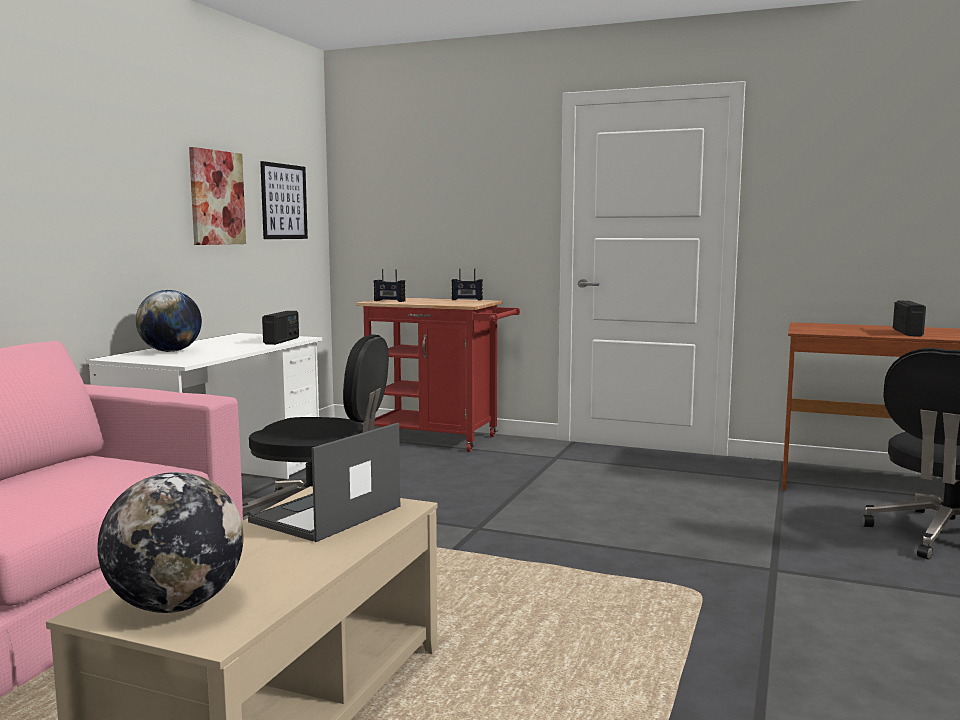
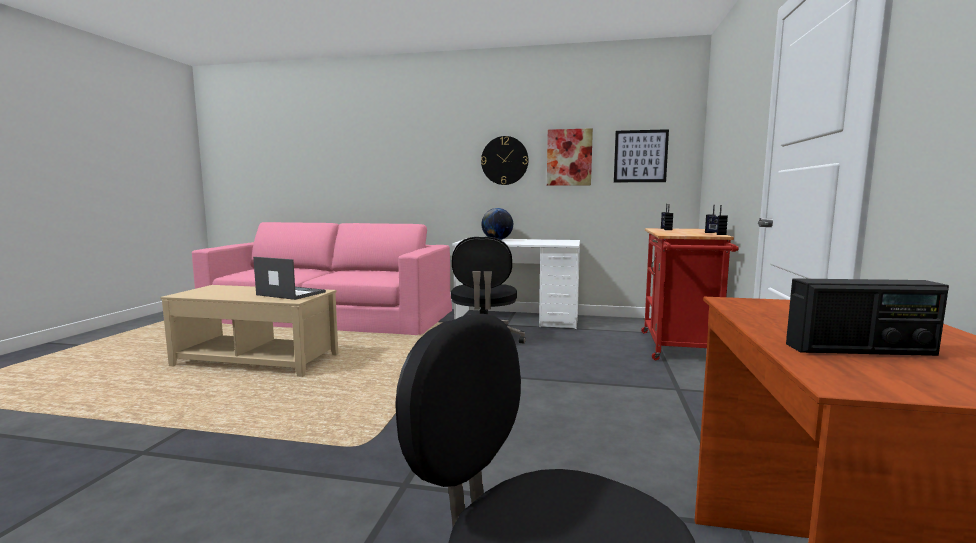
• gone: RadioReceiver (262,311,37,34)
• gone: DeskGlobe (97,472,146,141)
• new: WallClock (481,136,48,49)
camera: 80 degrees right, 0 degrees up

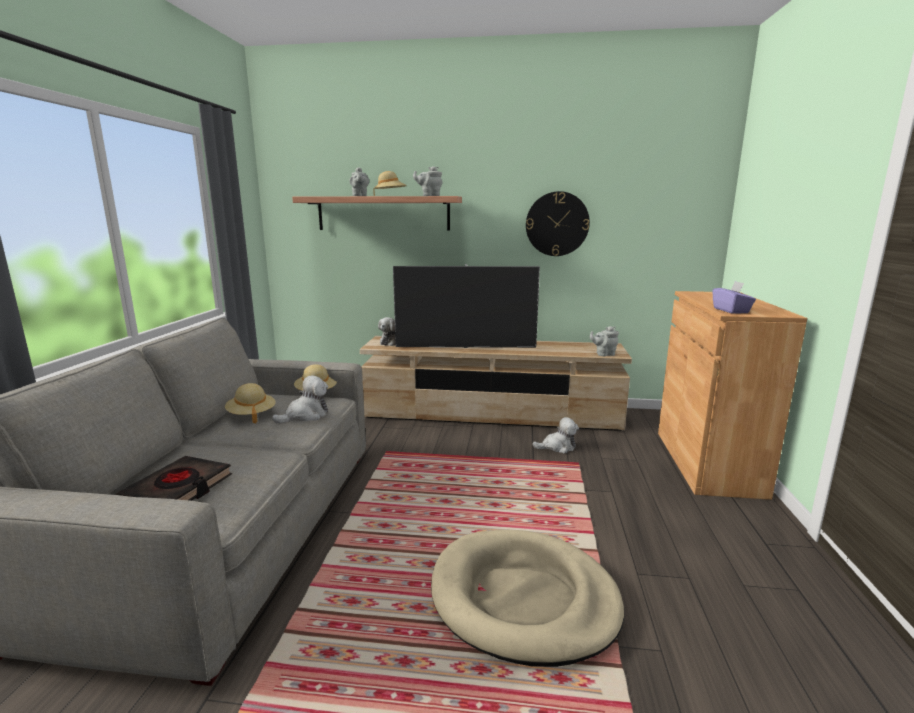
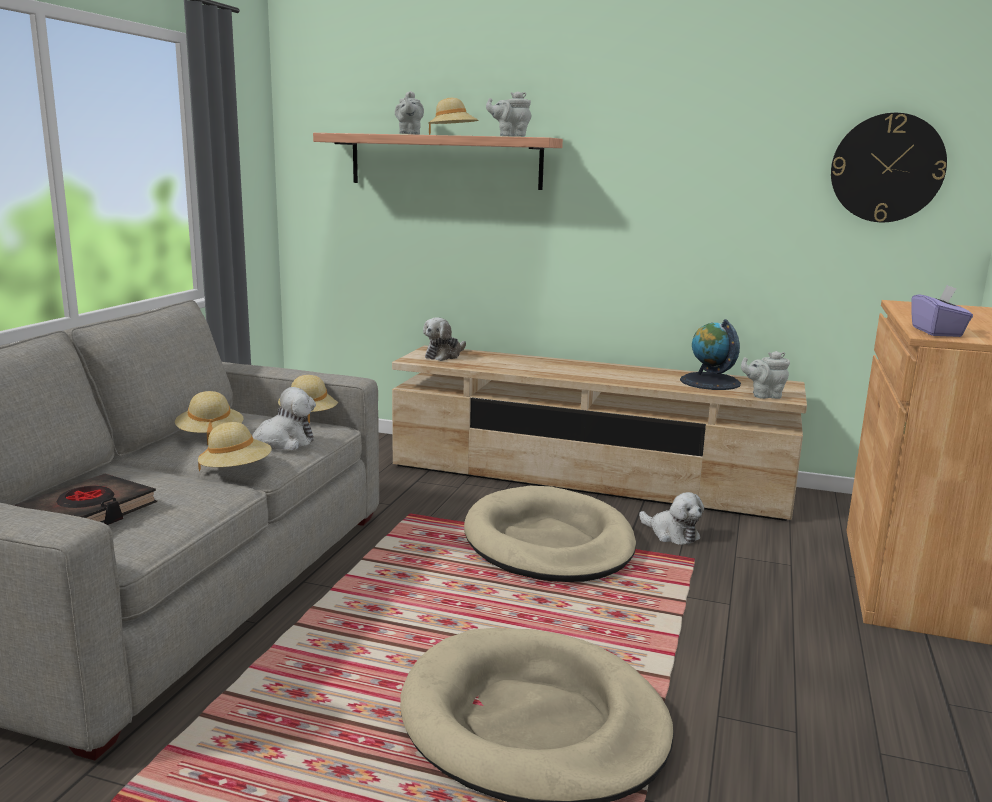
• shifted: WallClock (526,191,64,65) to (831,113,116,109)
• gone: Television (393,264,147,84)
• rotated: CuddlyToy (532,417,47,36) = (639,492,65,53) 45 degrees clockwise
• new: DeskGlobe (680,319,61,71)
• new: BeigeClothingHat (198,422,74,49)
• new: BeigePetBed (464,486,172,96)
camera: 10 degrees right, 0 degrees up

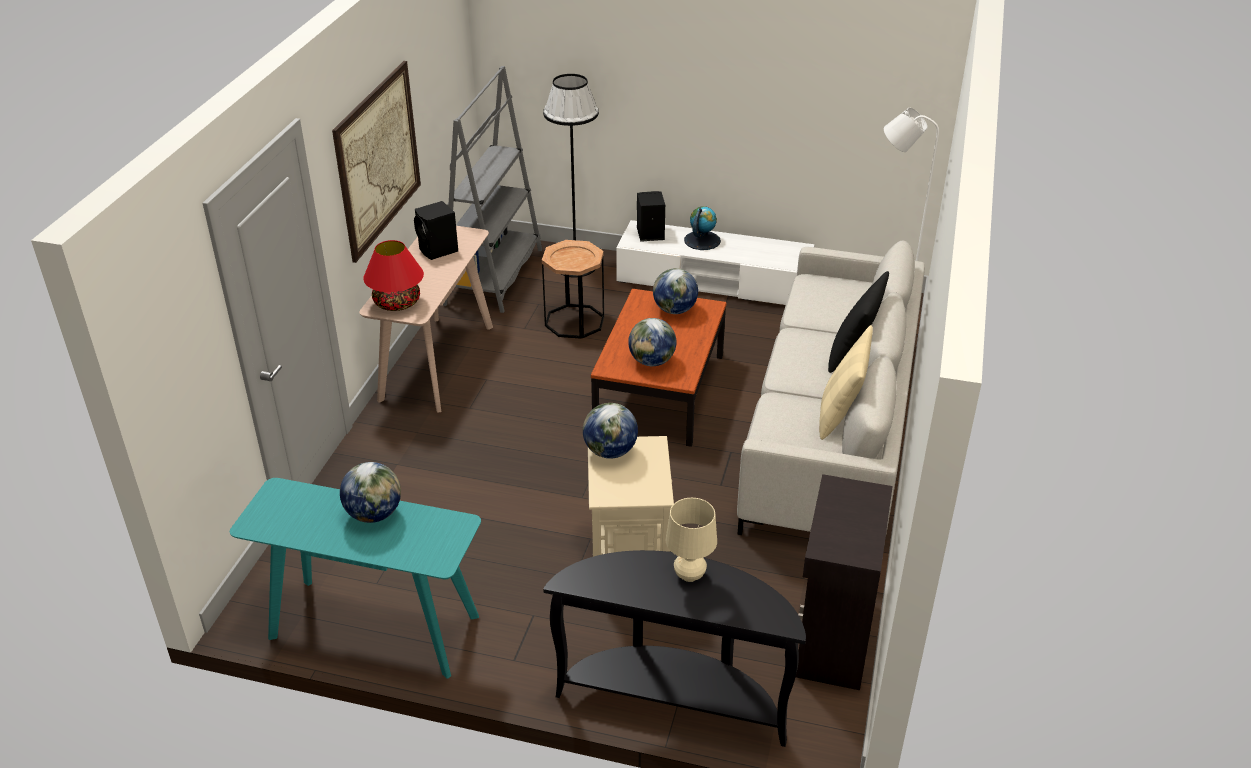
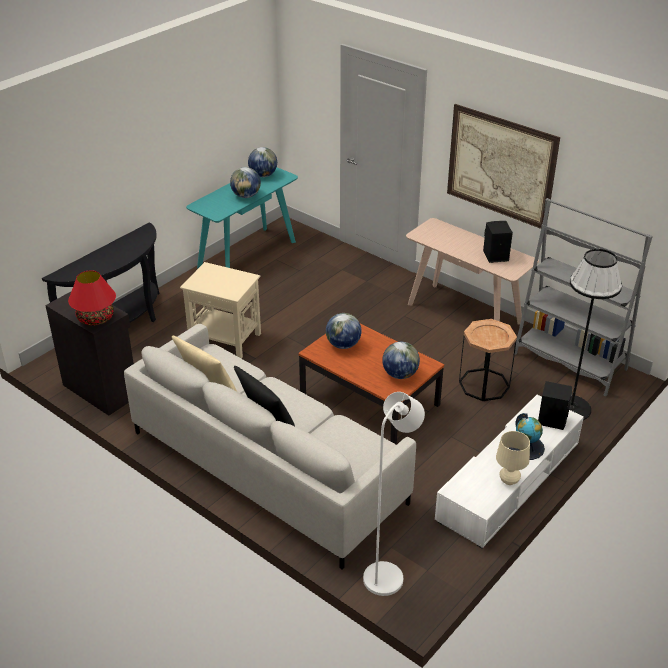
• shifted: RedTabletopLamp (363,240,61,71) to (68,270,48,56)
• shifted: DeskGlobe (583,403,55,56) to (248,147,29,30)
• shifted: BeigeTabletopLamp (665,498,52,84) to (496,431,34,54)
camera: 115 degrees right, 0 degrees up

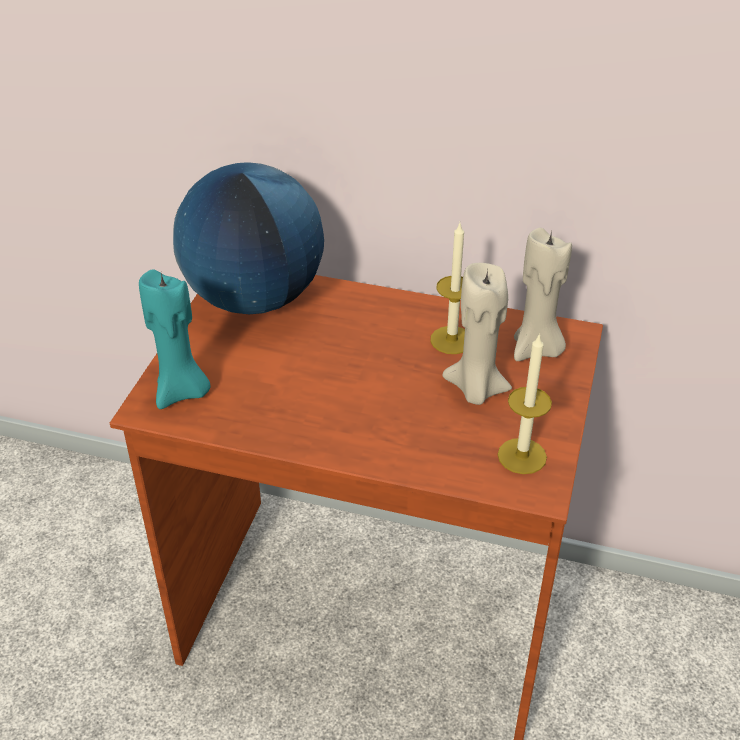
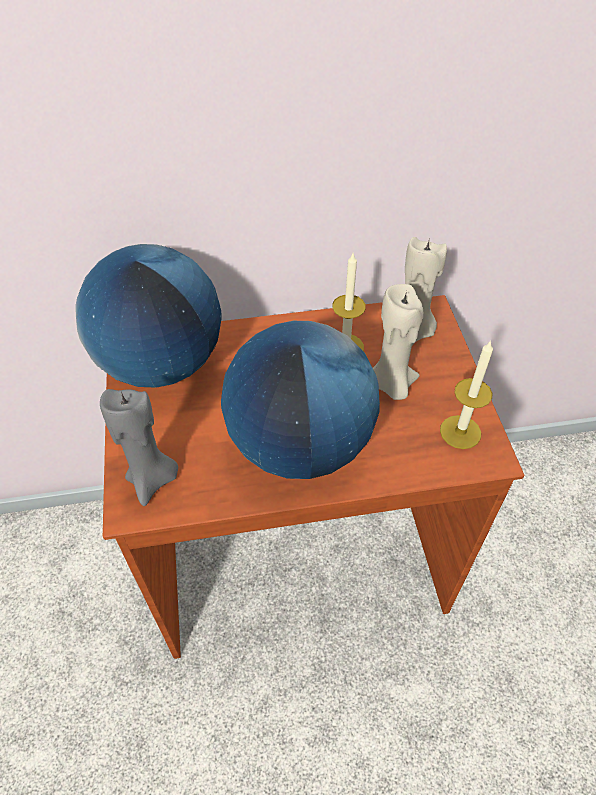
• repainted: BlueGreenCandle (139,269,72,140) to GreyCandle (100,389,78,117)
• new: DeskGlobe (221,321,159,158)
camera: 25 degrees left, 10 degrees up

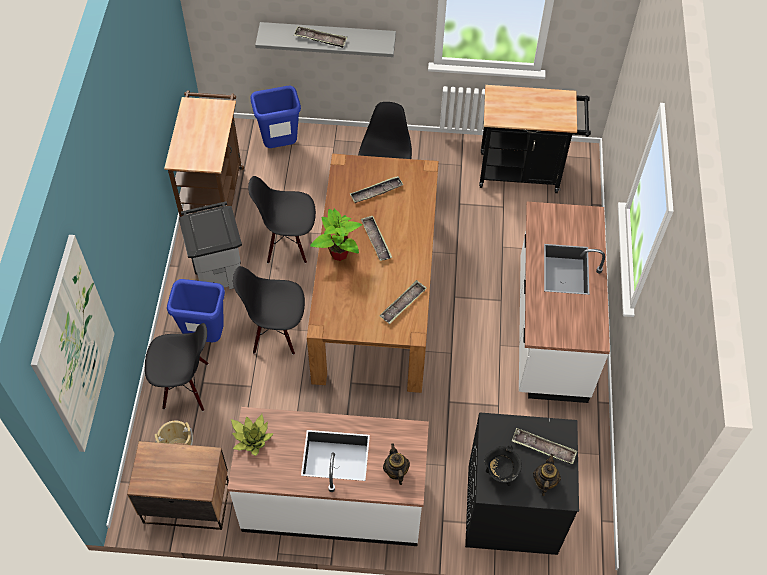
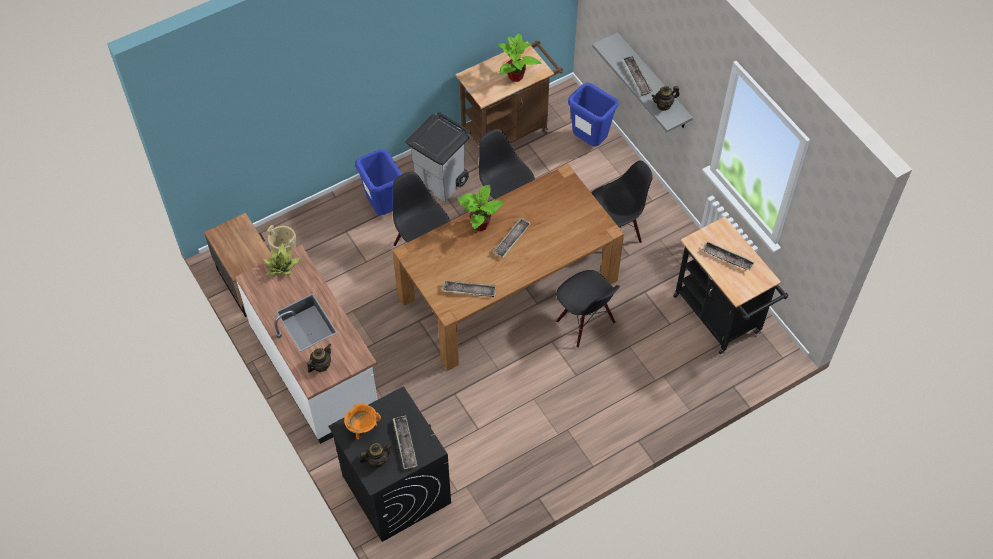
• shifted: Tray (350,176,54,27) to (702,241,52,29)
• gone: WhitishCounter (519,202,91,201)
• gone: WallArt (31,235,84,217)
• shifted: BlackColouredPlainChair (145,323,64,88) to (556,270,64,78)
• repainted: BlackColouredSaucepot (484,445,38,41) to OrangeySaucepot (344,403,37,37)
• new: PlantInAPot (498,33,43,49)
• new: PotForTea (652,86,28,25)
camera: 55 degrees right, 0 degrees up

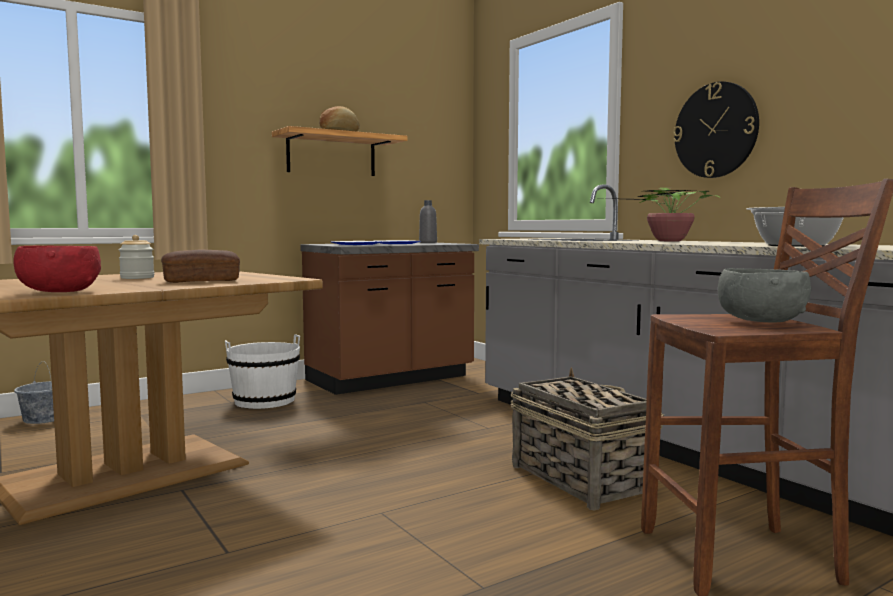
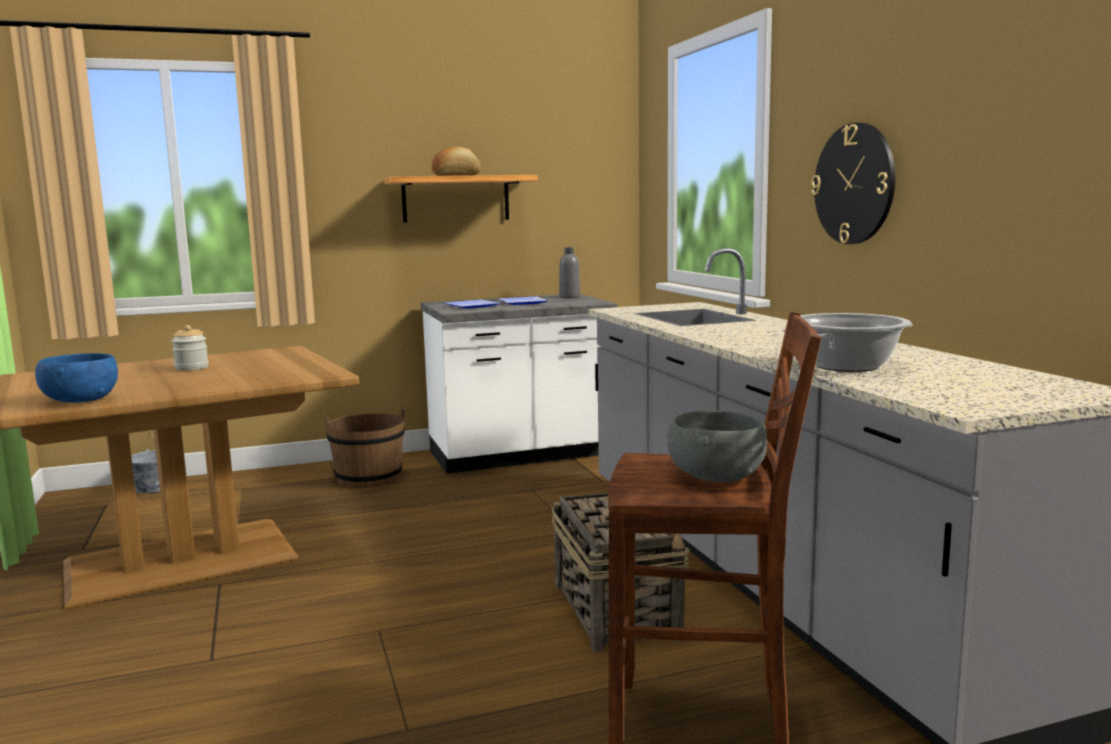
• gone: PlantInAPot (601,188,120,53)
• repainted: BrownCounter (300,242,179,153) to WhitishCounter (421,294,197,180)
• repainted: RedServingBowl (14,246,87,46) to BluishServingBowl (35,353,83,50)
• gone: BakeryBread (161,249,79,34)
• repainted: WhitishBucket (225,334,75,75) to BrownBucket (324,407,81,81)
camera: 15 degrees right, 5 degrees up

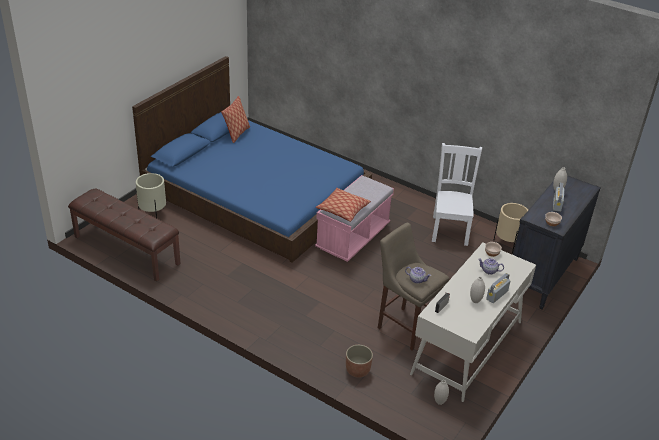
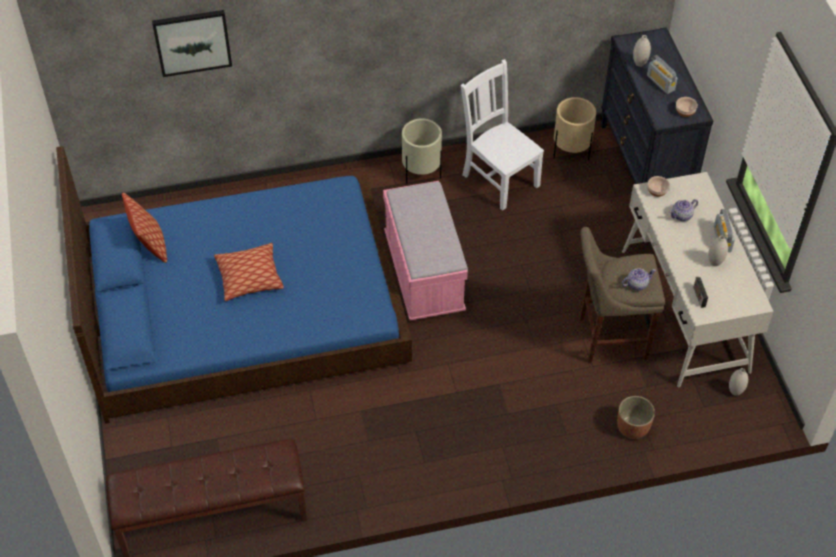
• shifted: BeigeFlowerPot (136,173,30,45) to (402,118,40,66)
• shifted: Cushion (316,188,55,34) to (214,243,70,58)
• new: WallArt (152,10,80,67)
camera: 45 degrees left, 15 degrees up

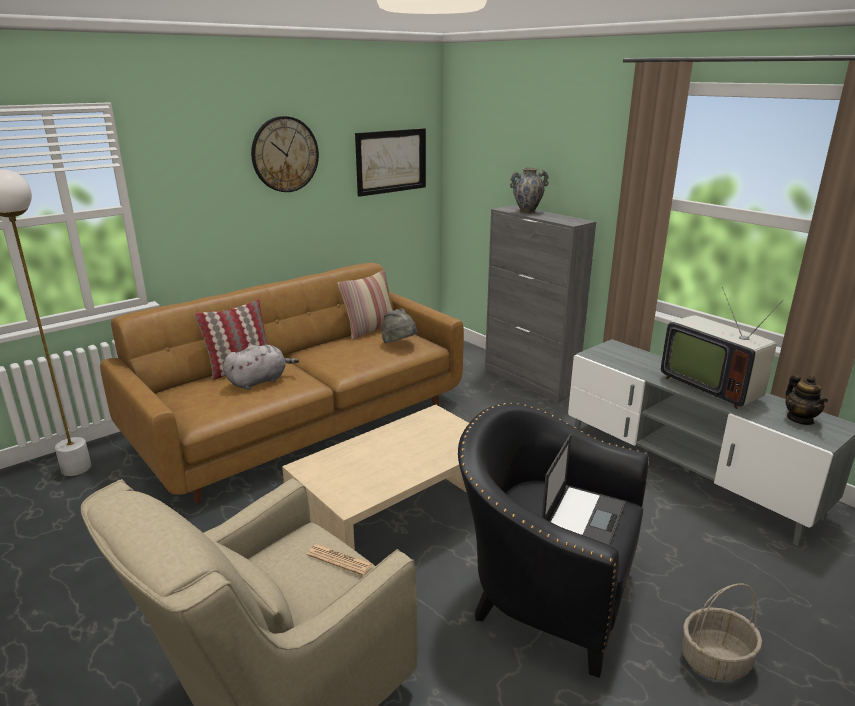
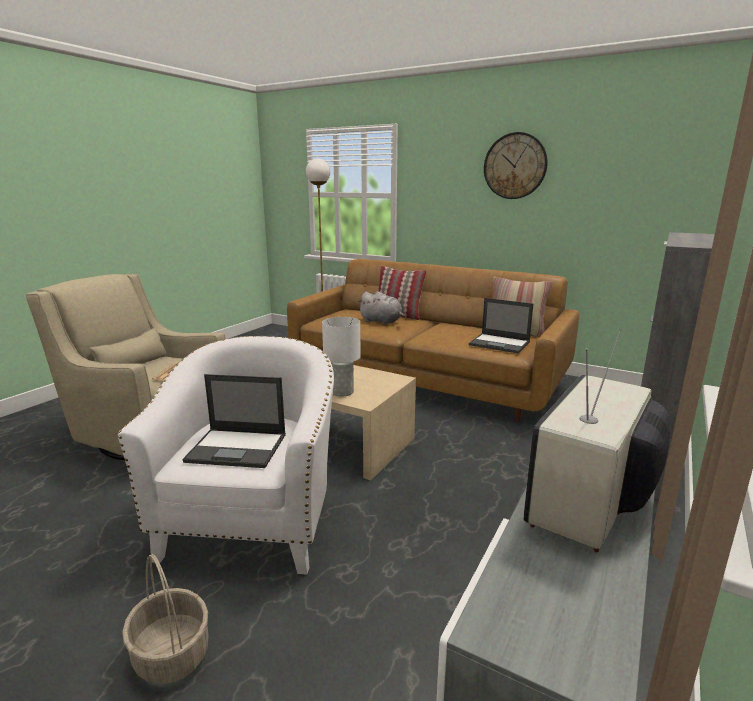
• gone: WallArt (355,128,71,69)
• gone: FlowerVase (510,168,39,46)
• swapped: GreyClothingHat (382,308,35,35) to PortableComputer (469,298,64,55)
• gone: PotForTea (785,375,43,50)
• repainted: BlackColouredLoungeChair (458,403,191,275) to WhitishLoungeChair (118,336,216,239)
• new: WhitishTabletopLamp (322,317,39,80)
camera: 70 degrees right, 5 degrees down

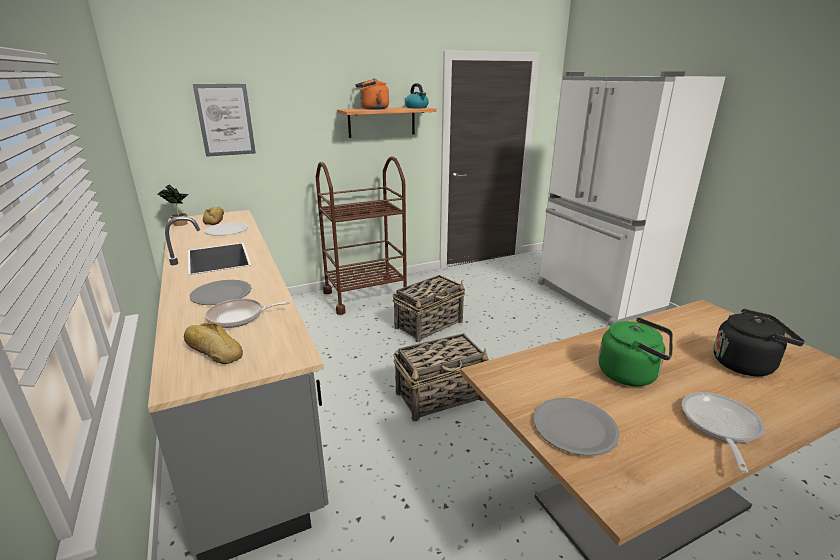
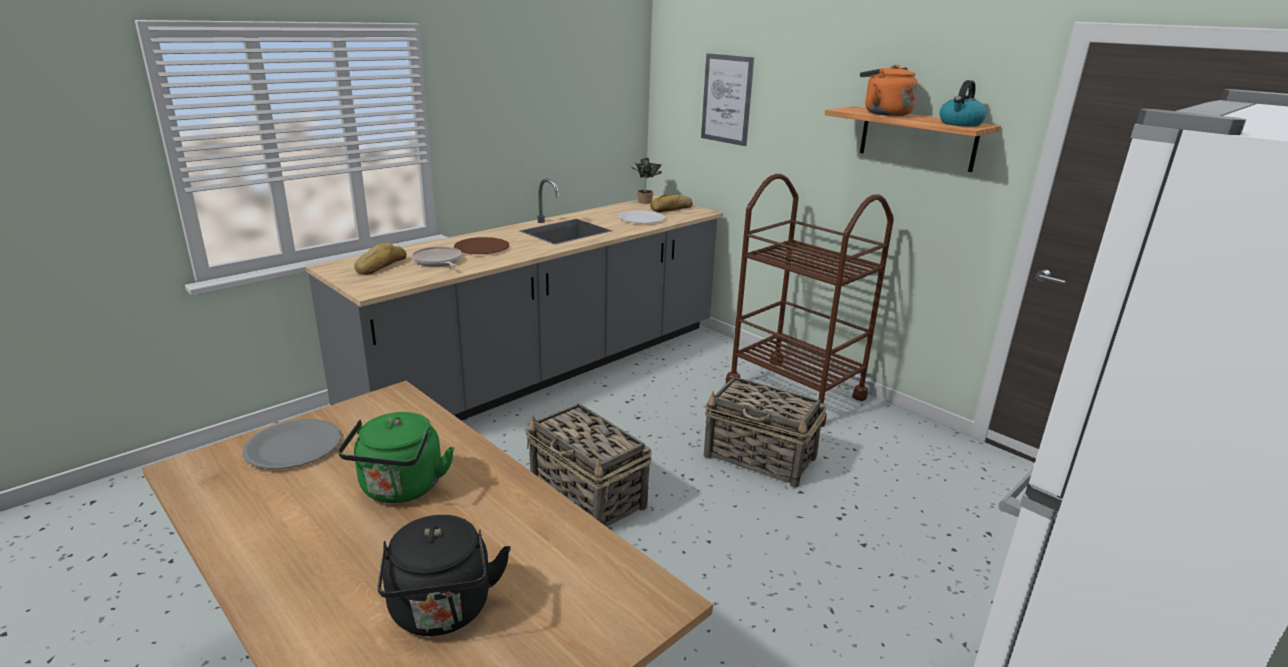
• repainted: GreyPlate (190,280,61,25) to BrownPlate (454,237,55,17)
• gone: Skillet (682,392,83,81)
camera: 70 degrees right, 0 degrees up

